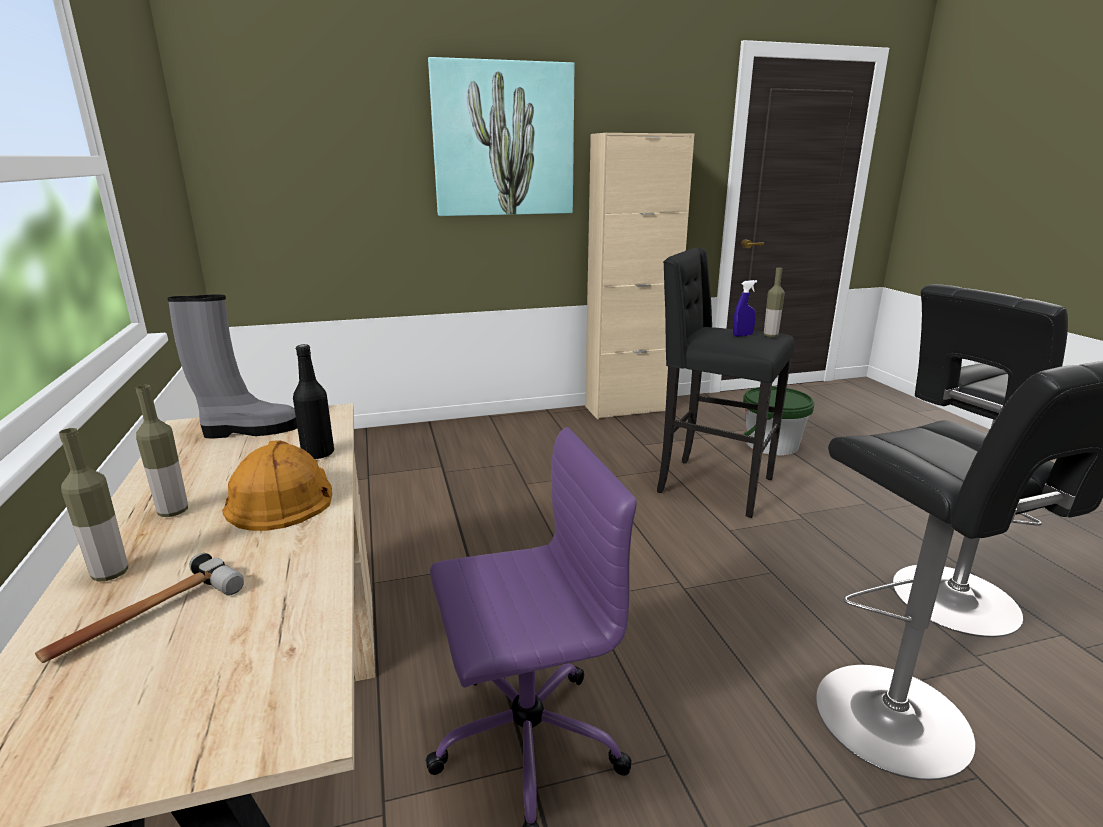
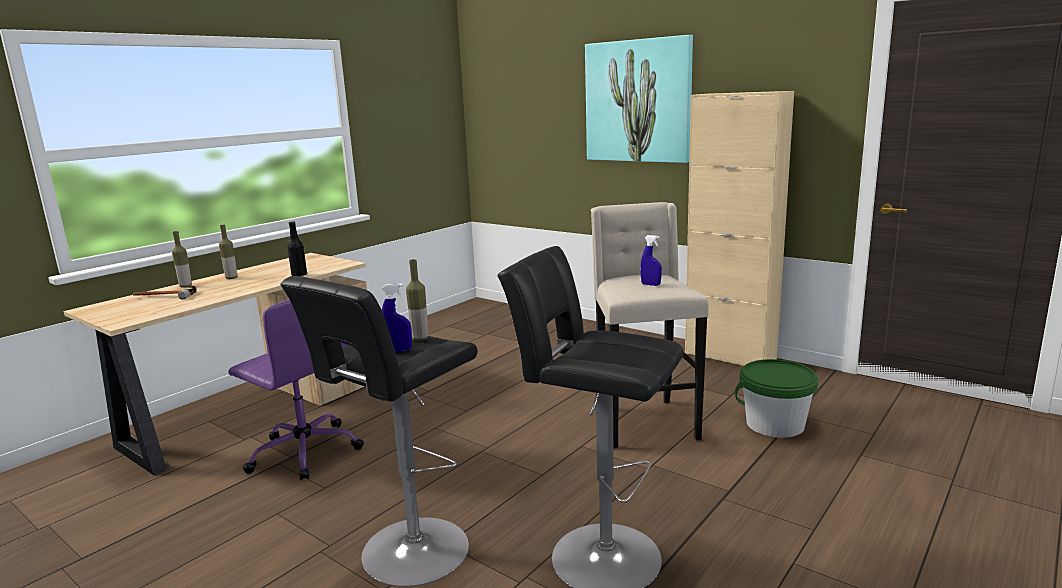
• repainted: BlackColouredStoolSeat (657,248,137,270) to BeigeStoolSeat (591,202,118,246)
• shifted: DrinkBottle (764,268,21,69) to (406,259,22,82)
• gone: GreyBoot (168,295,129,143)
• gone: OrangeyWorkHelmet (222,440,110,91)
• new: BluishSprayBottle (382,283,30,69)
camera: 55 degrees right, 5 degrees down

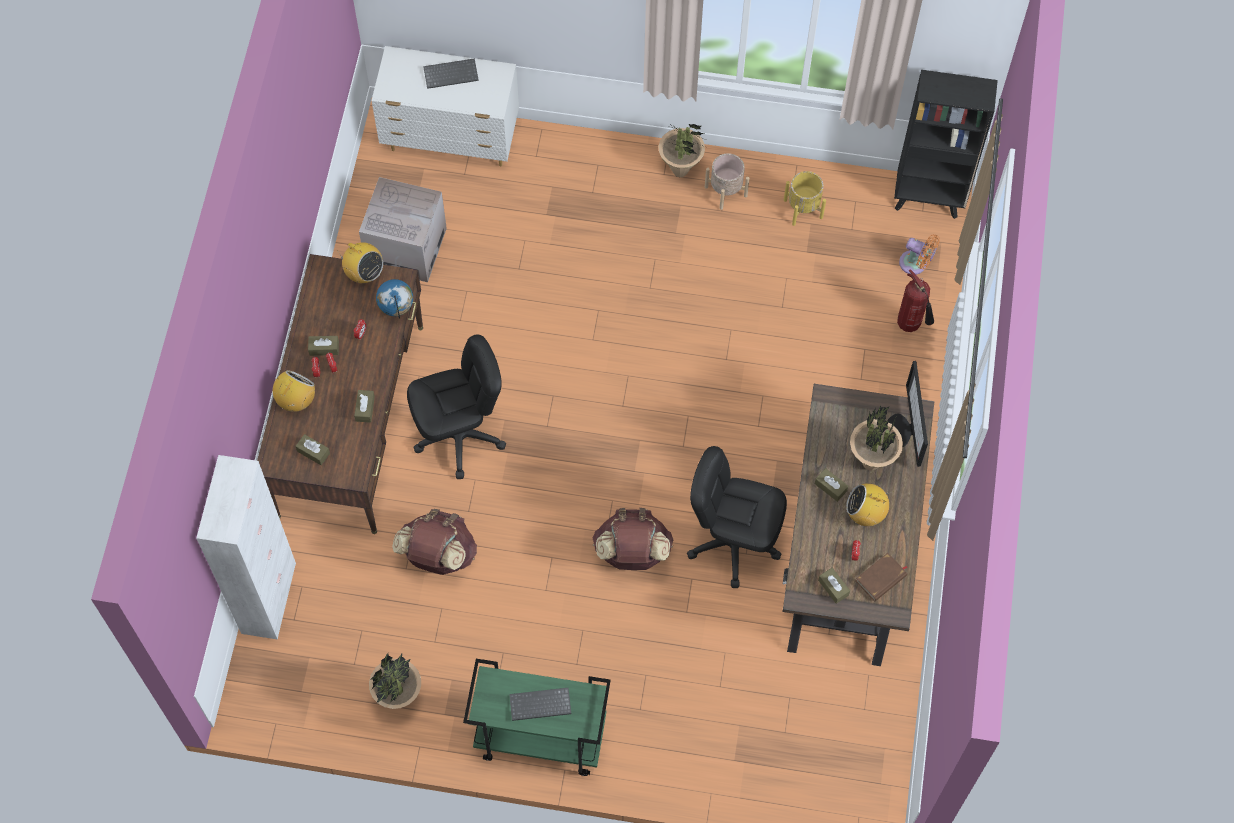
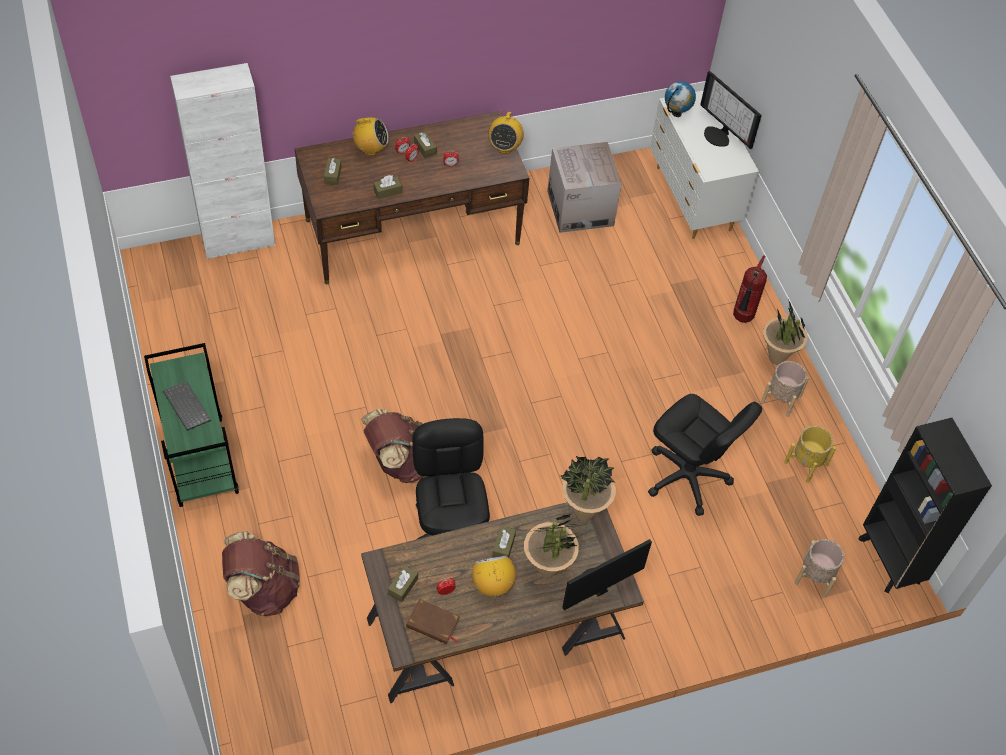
• swapped: Keyboard (423,58,56,31) to ComputerScreen (700,71,62,78)
• swapped: OrangeyCoolingFan (899,234,41,41) to BeigeFlowerPot (795,539,50,58)
• shifted: FireFightingCylinder (897,269,37,63) to (733,255,34,68)
• shifted: DeskGlobe (376,279,37,40) to (665,81,31,36)
• shifted: BlackColouredDeskChair (407,335,99,144) to (648,394,114,122)
• shifted: BrownRucksack (392,509,85,66) to (222,531,78,85)
• shifted: PlantInAPot (369,653,52,56) to (561,456,55,66)
camera: 60 degrees right, 10 degrees down

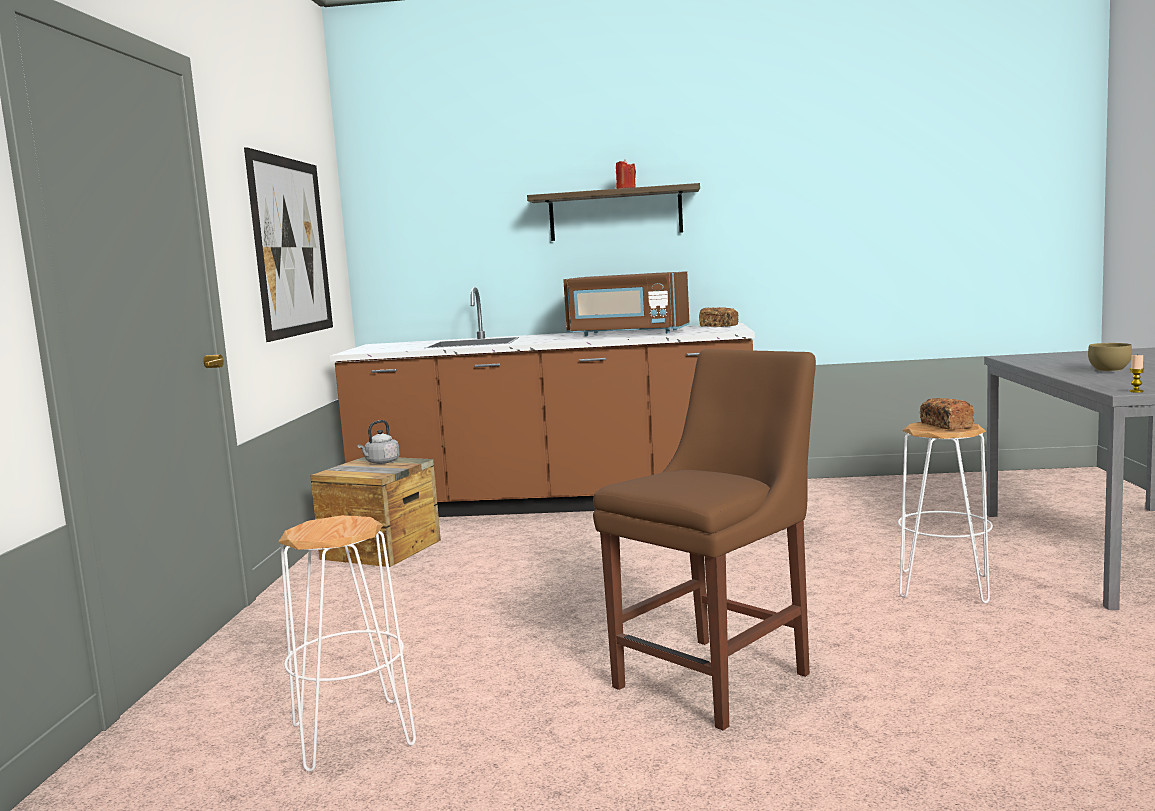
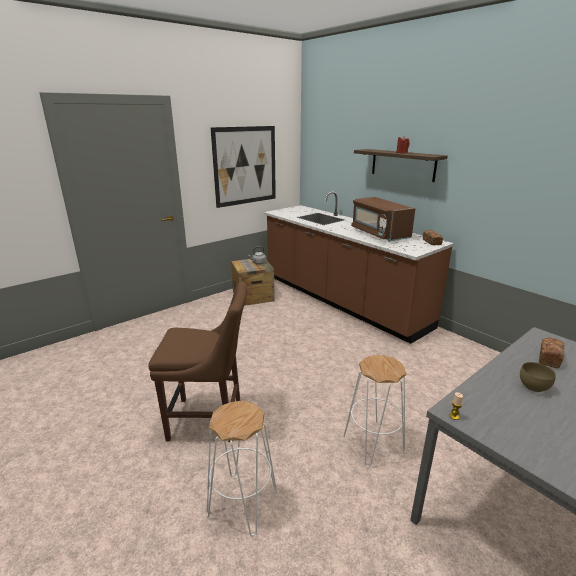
• shifted: BakeryBread (920,398,54,32) to (539,337,26,31)
• shifted: WhitishStoolSeat (278,515,138,257) to (206,401,71,135)
camera: 45 degrees right, 15 degrees up

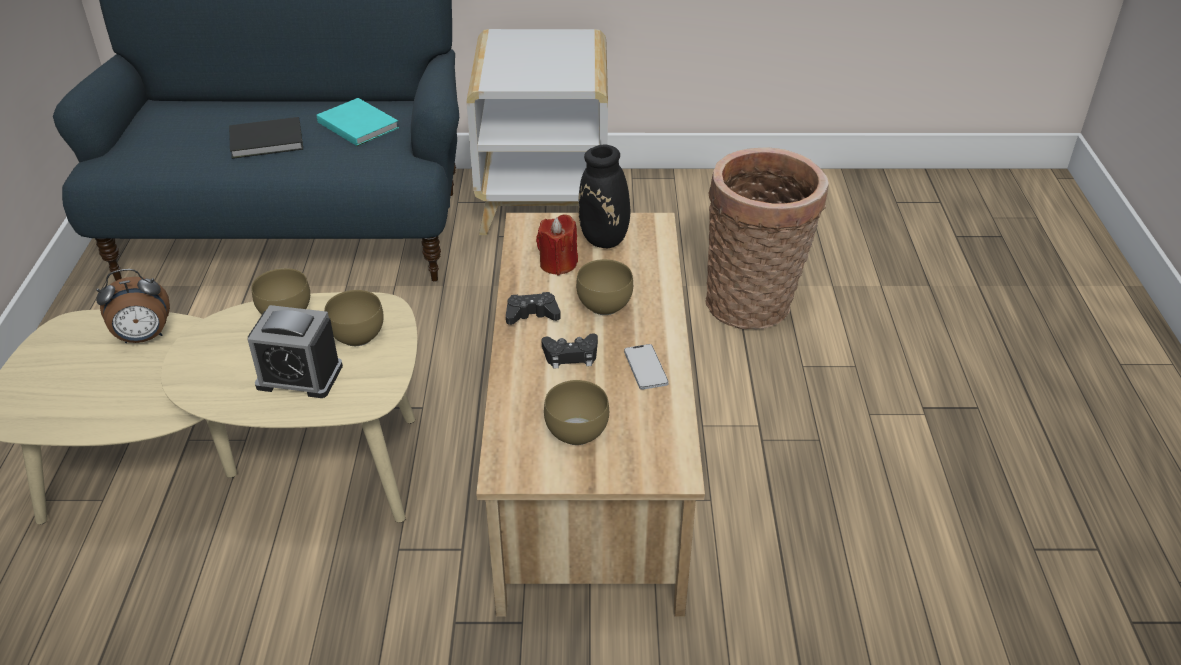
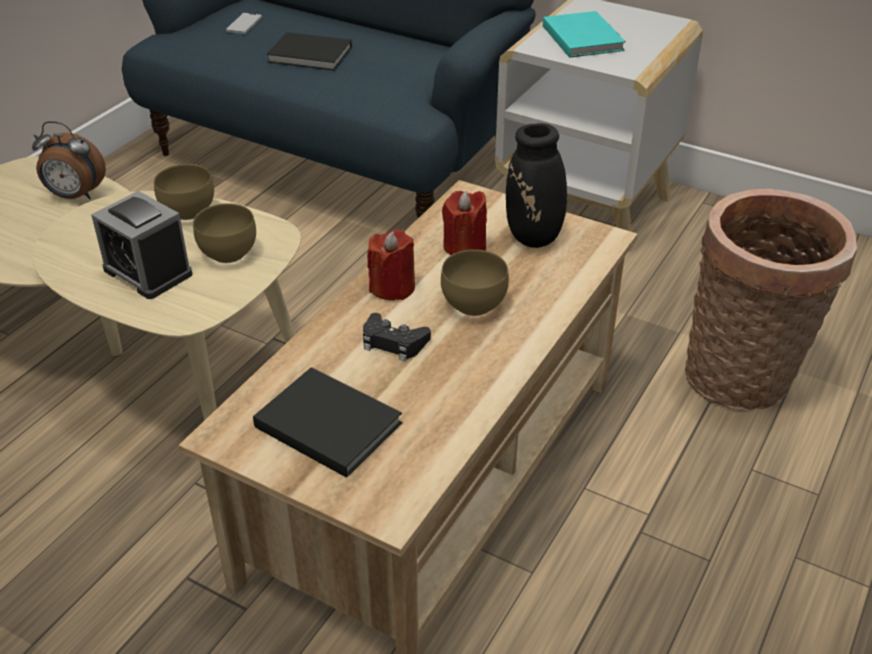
• shifted: BlueGreenBoundBook (317,98,82,48) to (543,11,83,47)
• swapped: BlackColouredGamepad (506,292,55,33) to RedCandle (367,229,48,72)
• shifted: Handset (624,344,45,46) to (226,13,36,21)
• swapped: BrownServingBowl (544,380,65,65) to BlackColouredBoundBook (253,367,149,111)
camera: 30 degrees right, 0 degrees up

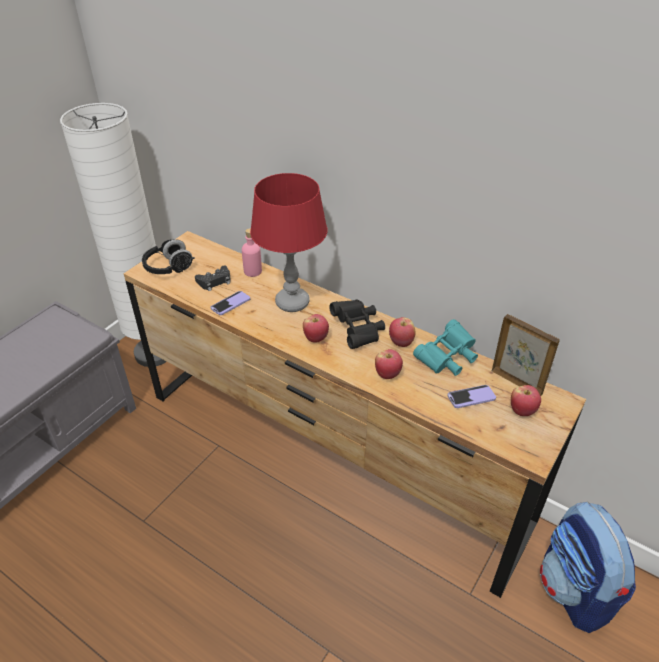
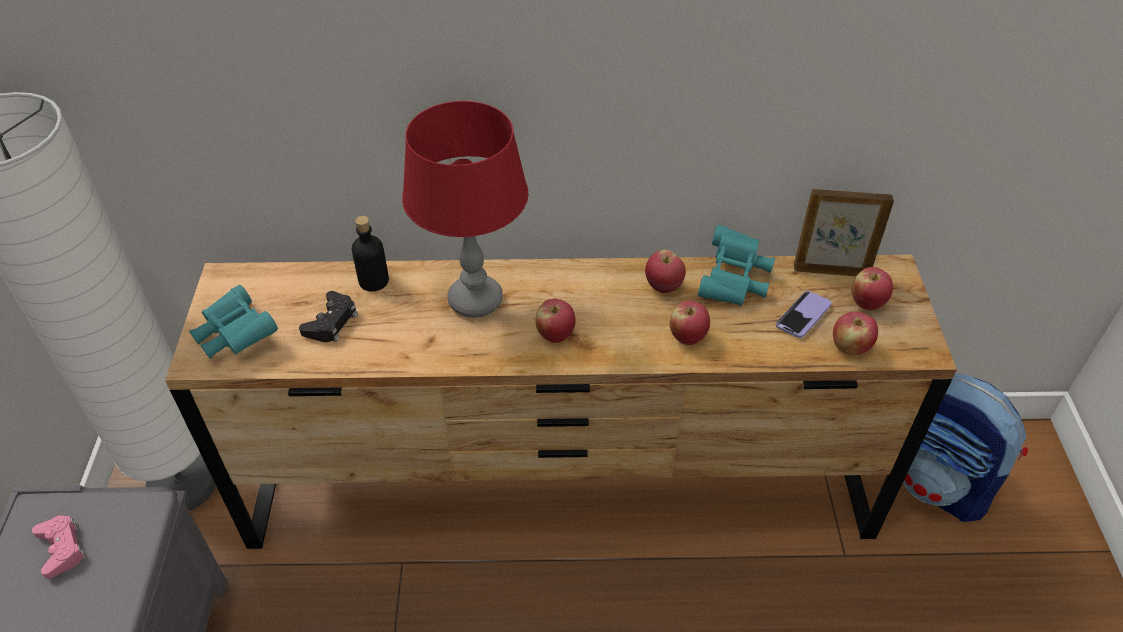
• repainted: PinkDrinkBottle (242,228,20,49) to BlackColouredDrinkBottle (352,216,37,75)
• swapped: BlackColouredHeadphones (142,239,53,35) to BlueGreenBinoculars (189,285,89,74)
• gone: Handset (210,291,40,24)
• gone: BlackColouredBinoculars (329,299,56,50)
• new: Apple (833,311,45,44)
• new: PinkGamepad (32,515,55,64)
camera: 35 degrees left, 5 degrees up

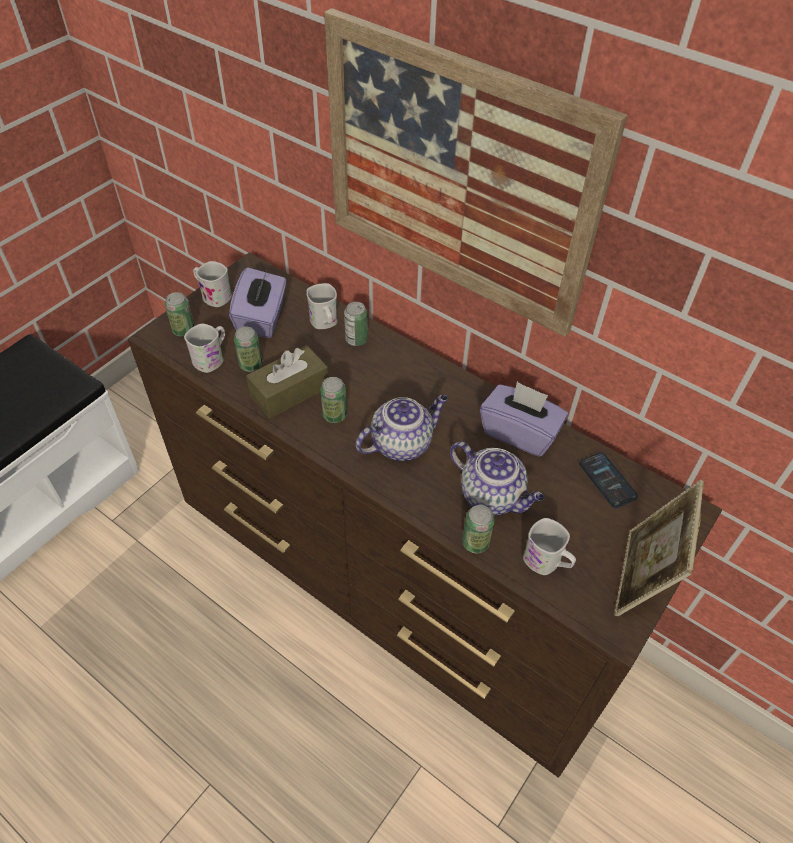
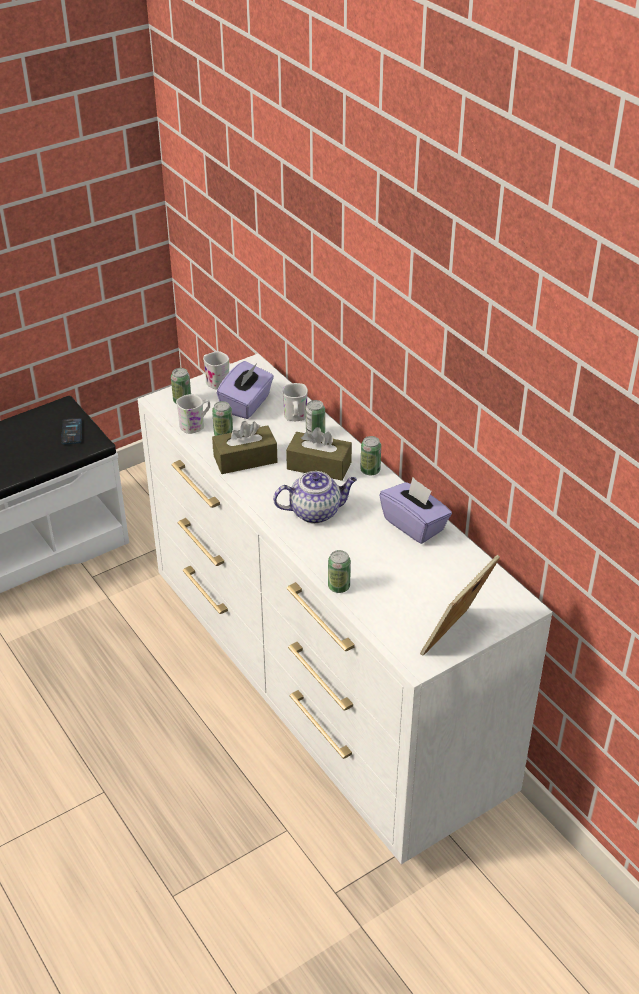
• gone: WallArt (324,8,304,329)
• repainted: BrownChestOfDrawers (128,253,594,525) to WhitishChestOfDrawers (138,354,414,510)
• shifted: SealedCan (320,377,27,46) to (360,436,21,40)
• gone: PotForTea (450,441,95,74)
• shifted: Handset (579,452,59,56) to (61,418,21,26)
• gone: WhitishMug (523,518,53,57)
• new: BrownBoxOfTissues (286,427,66,54)
camera: 20 degrees right, 10 degrees down

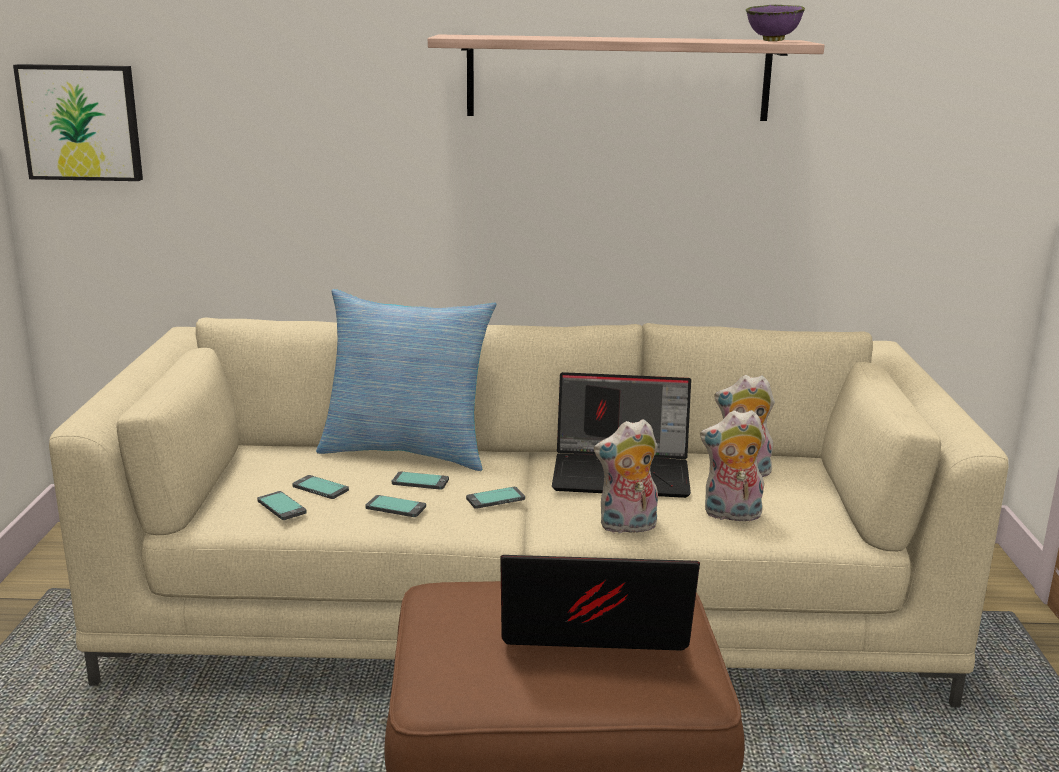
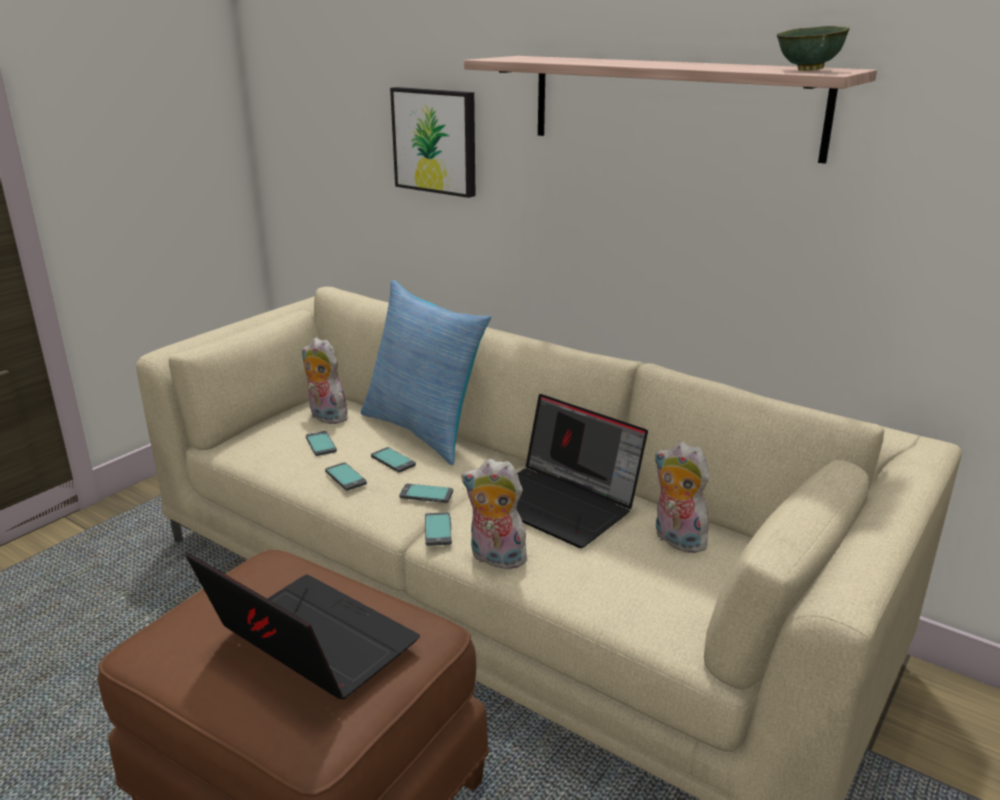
• repainted: PurplishServingBowl (746,5,59,36) to GreenishServingBowl (777,26,73,45)
• shifted: WallArt (13,64,130,117) to (390,87,86,111)
• shifted: CuddlyToy (700,410,66,111) to (302,337,46,87)
• shifted: Handset (257,491,50,29) to (425,512,27,34)
camera: 35 degrees right, 5 degrees up

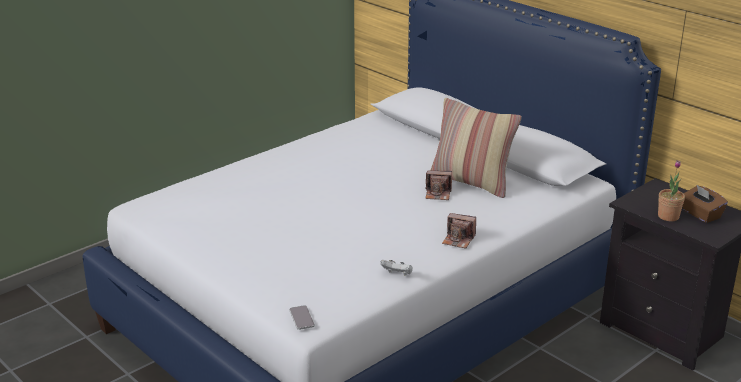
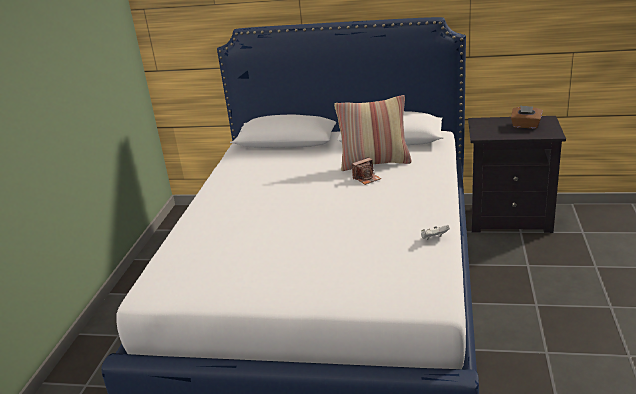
• gone: PlantInAPot (658,160,27,61)
• gone: StillCamera (442,213,34,36)
• gone: Handset (290,305,25,25)
camera: 35 degrees left, 0 degrees up

